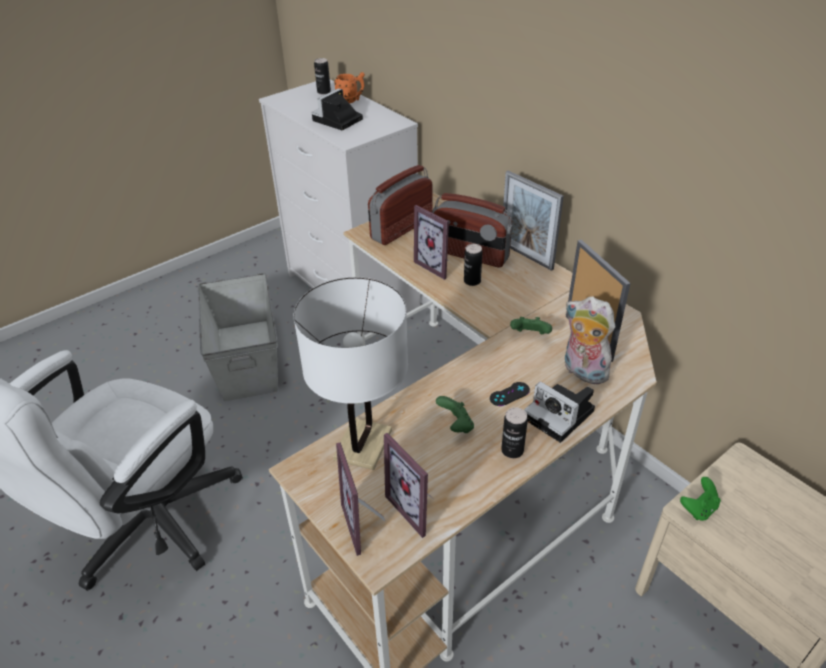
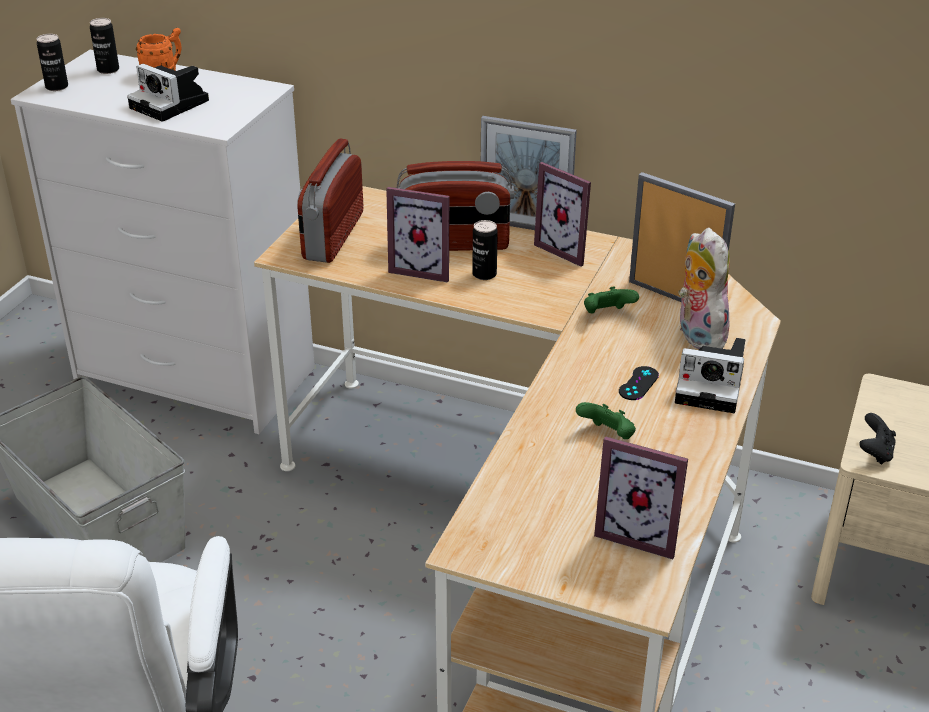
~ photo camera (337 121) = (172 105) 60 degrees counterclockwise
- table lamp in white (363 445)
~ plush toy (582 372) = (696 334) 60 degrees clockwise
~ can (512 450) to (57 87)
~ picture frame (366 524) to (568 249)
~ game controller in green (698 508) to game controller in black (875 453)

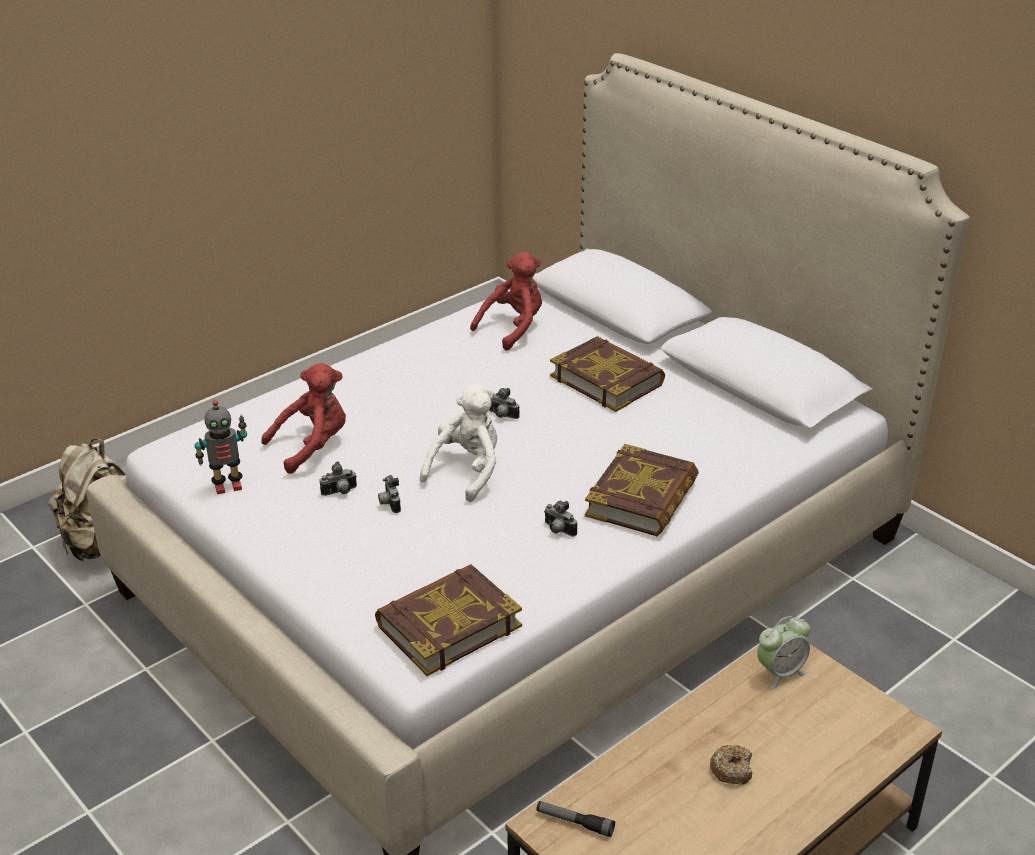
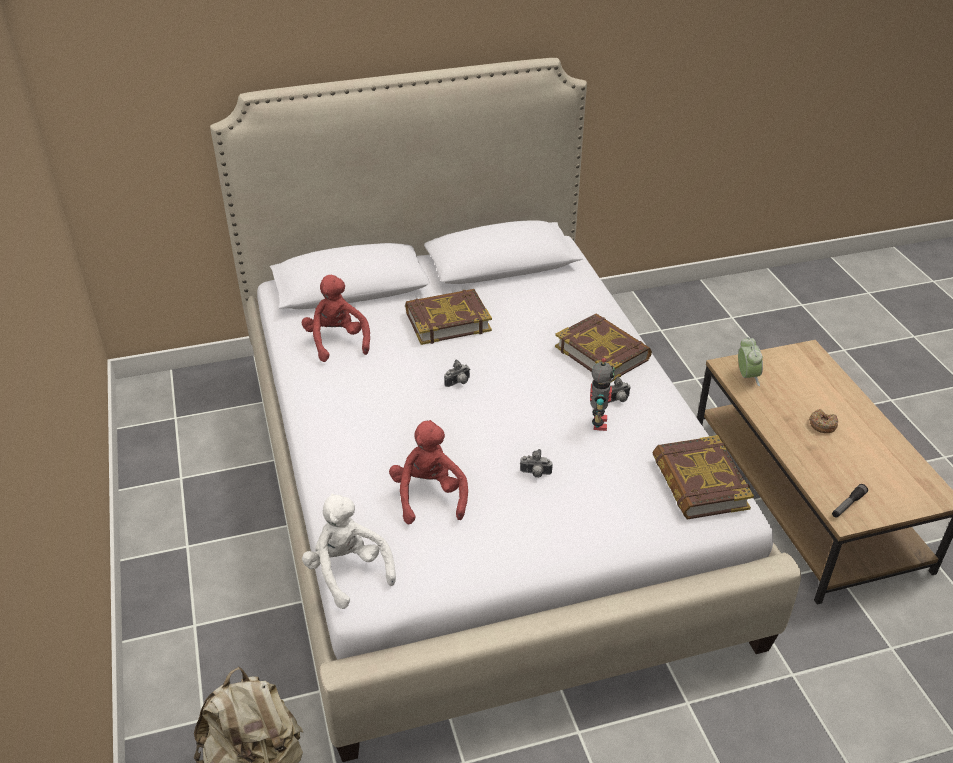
~ plush toy in white (467 471) to (348 571)
~ toy robot (228 486) to (598 423)
- photo camera (340 492)

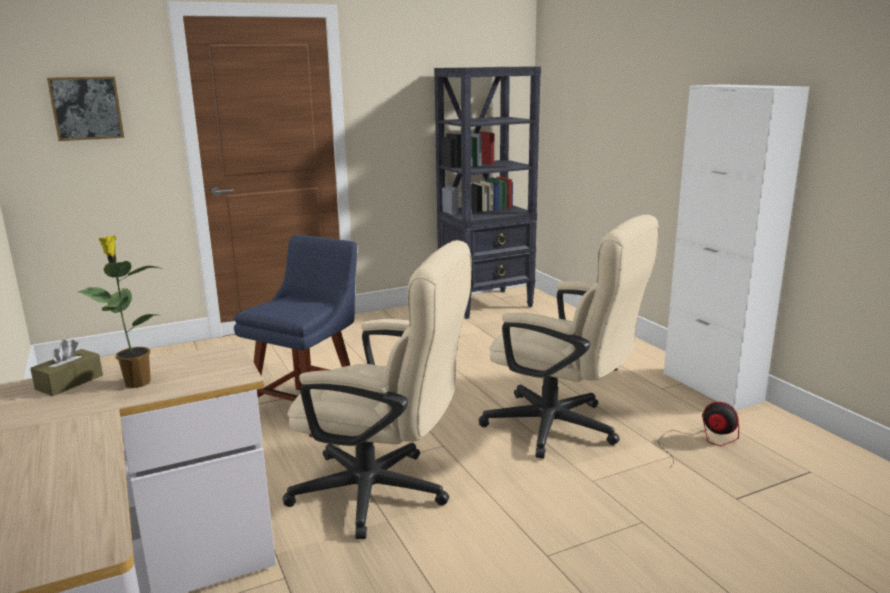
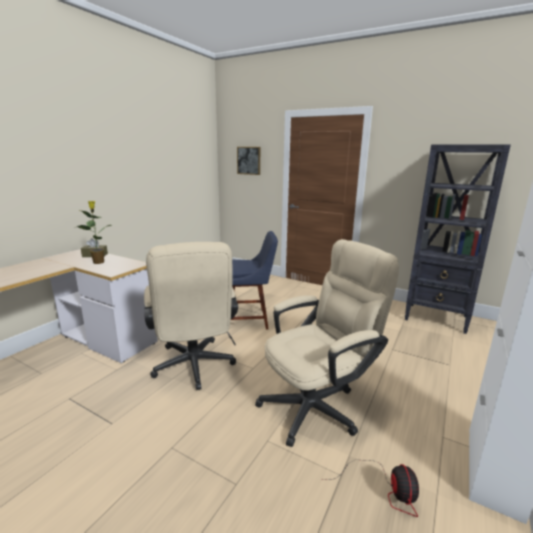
~ office chair in beige (563 429) = (318 405) 120 degrees counterclockwise

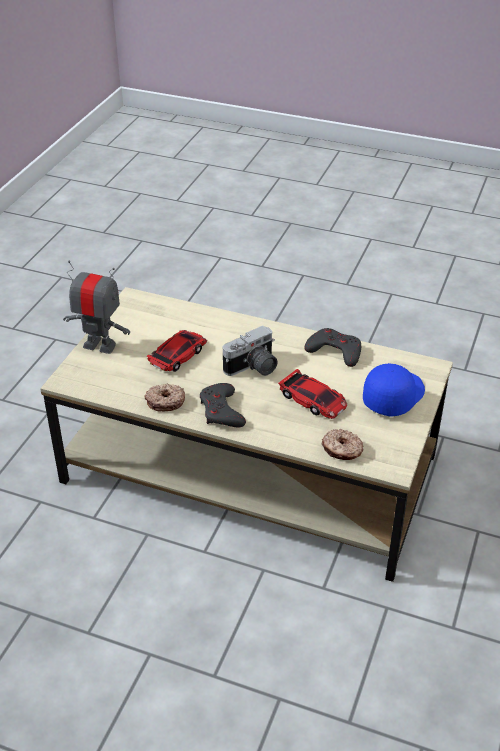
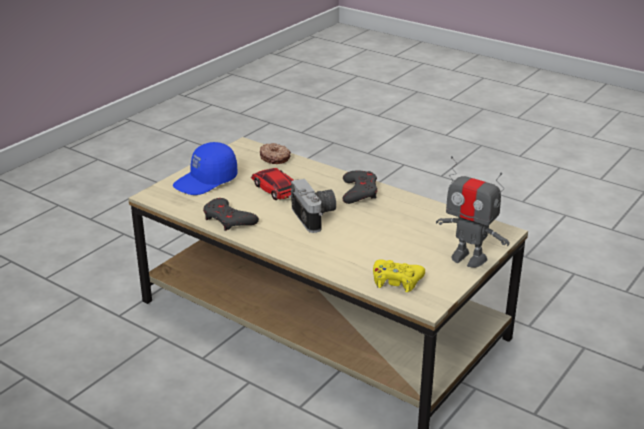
~ photo camera (253 368) = (316 217) 90 degrees clockwise
- toy car (178 354)
- donut (165 401)
+ game controller in yellow (396 281)

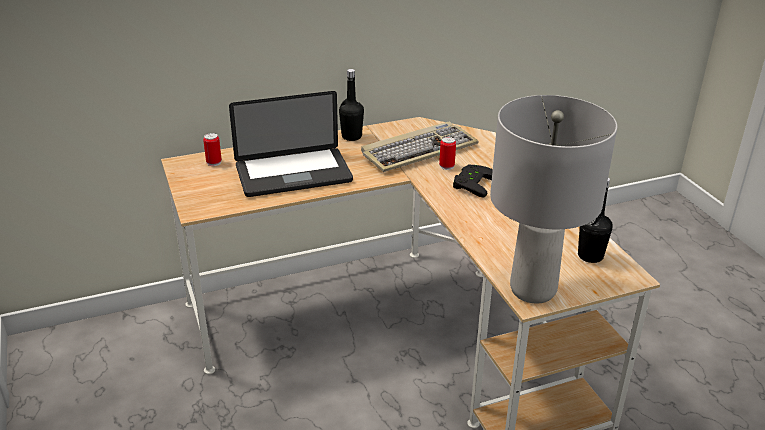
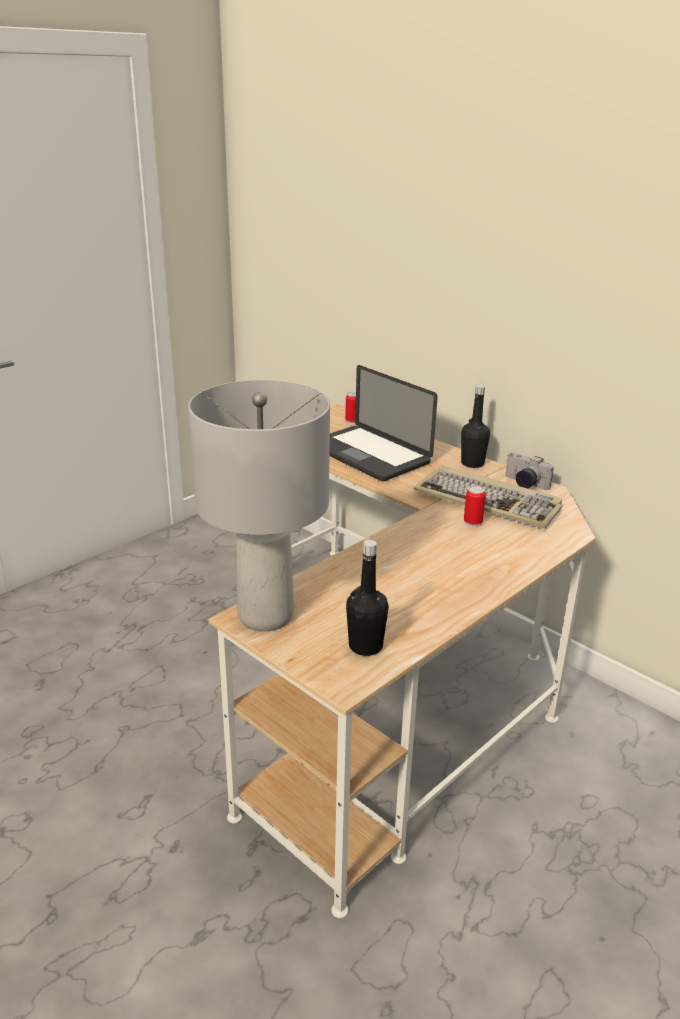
- game controller in black (472 183)
+ photo camera (523 484)

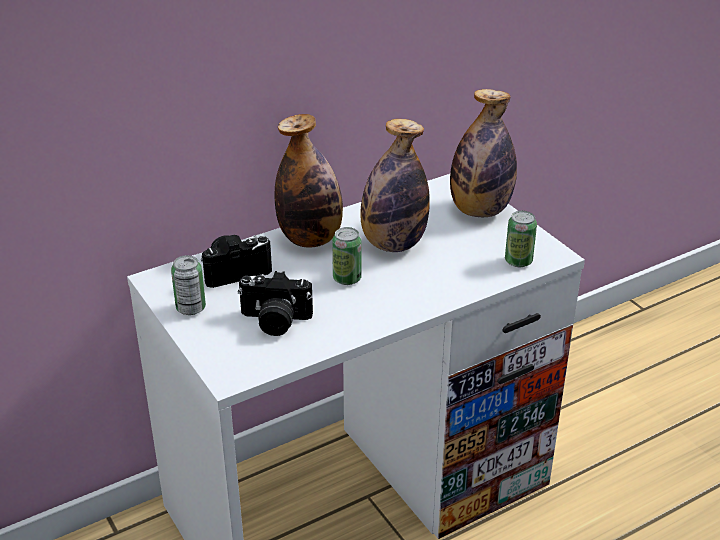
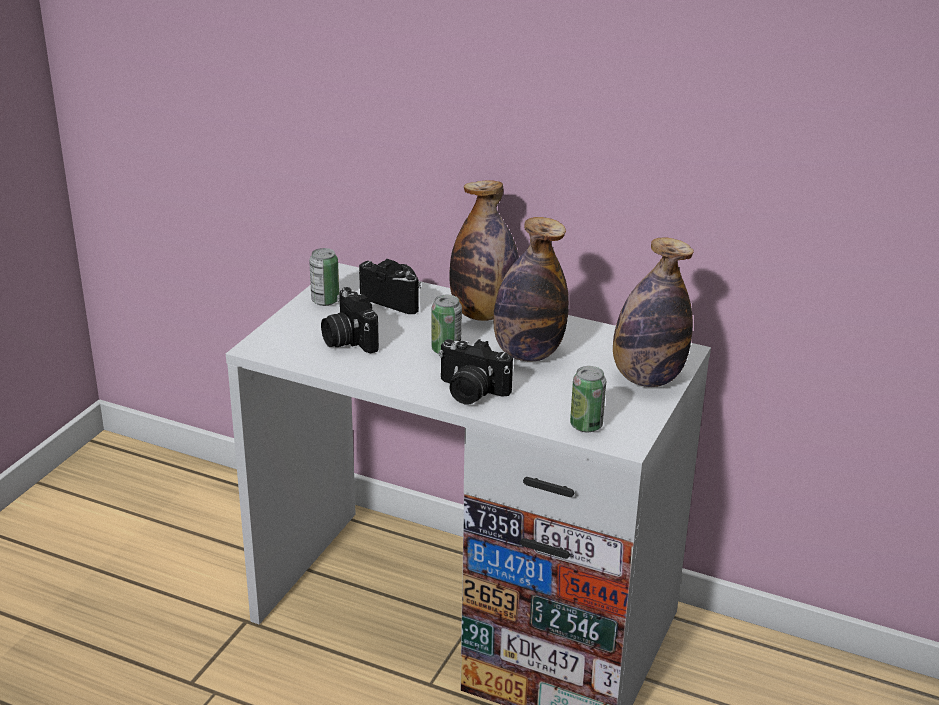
+ photo camera (470 392)

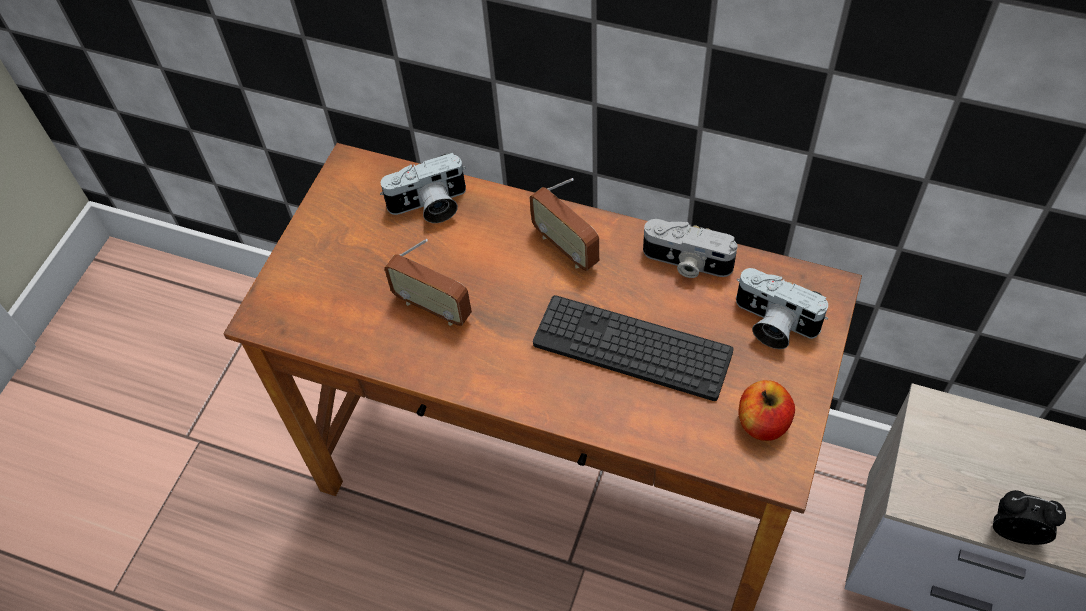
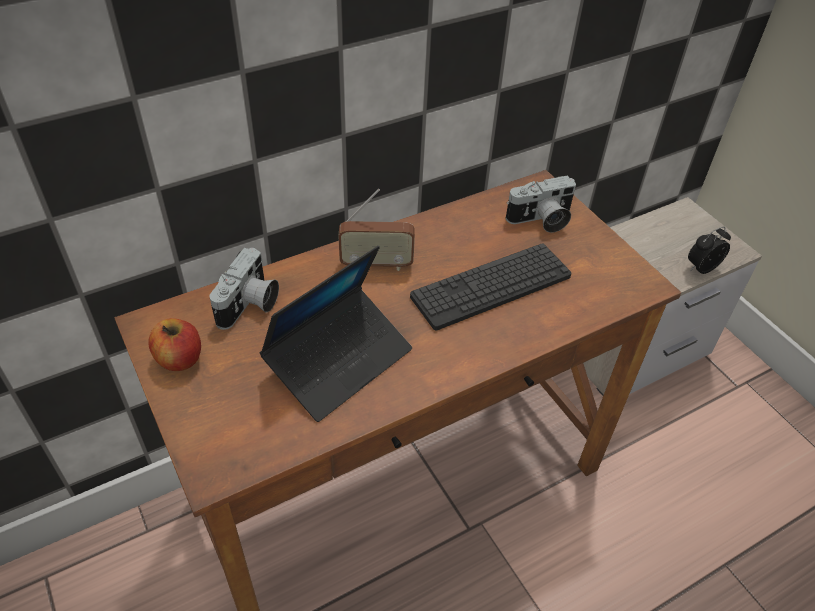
- photo camera (686 263)
~ radio (433 307) to laptop (339 361)
~ apple (763 422) to (180 359)

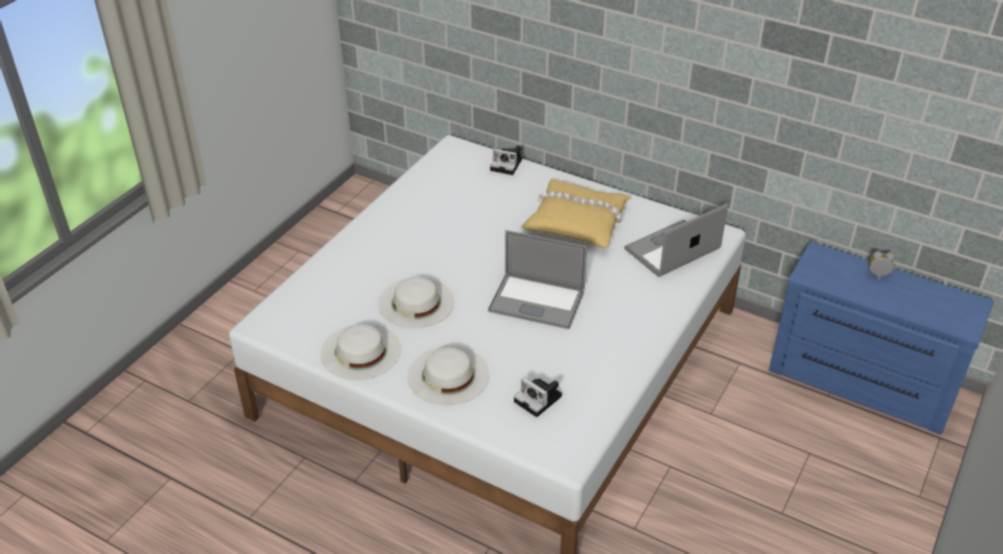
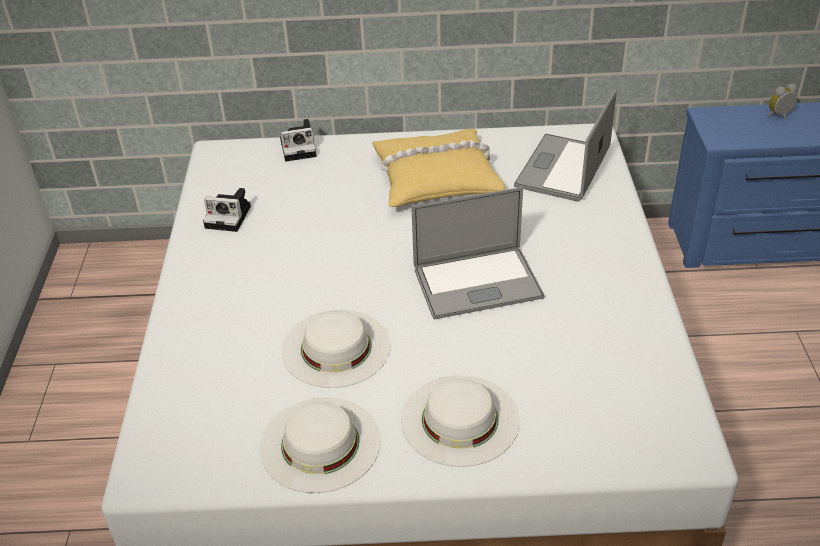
~ photo camera (539 399) to (230 217)

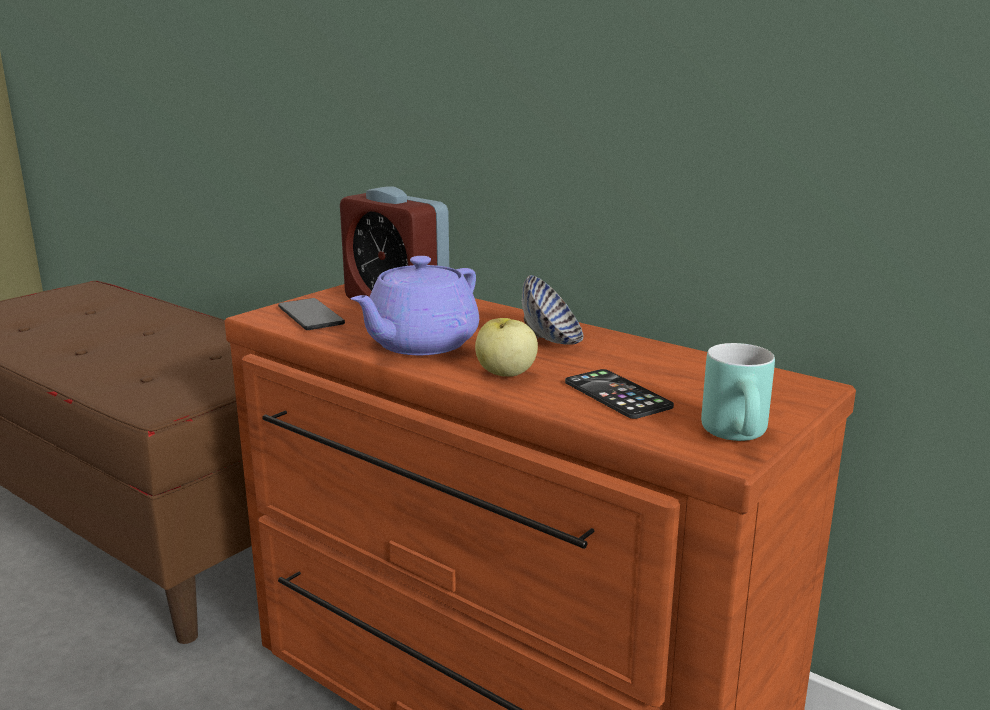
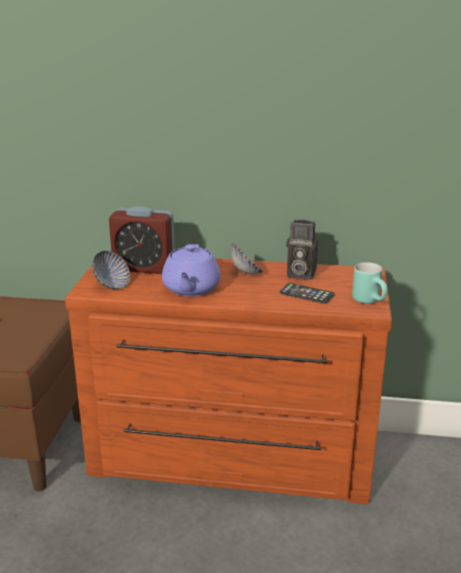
~ phone (311 316) to bowl (112 285)
- apple (505 374)
+ photo camera (299 274)

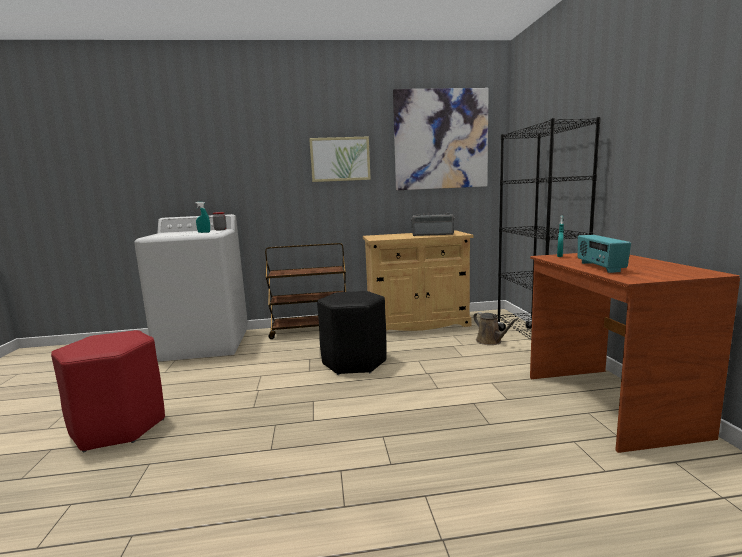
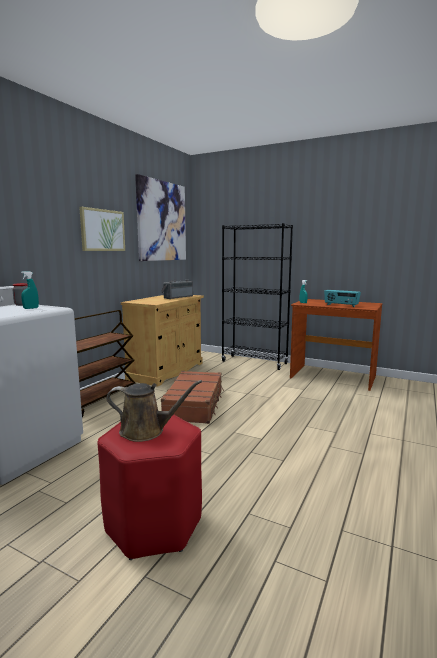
~ stool in black (354 362) to suitcase in brown (195 405)
~ watering can in brown (490 341) to (146 431)

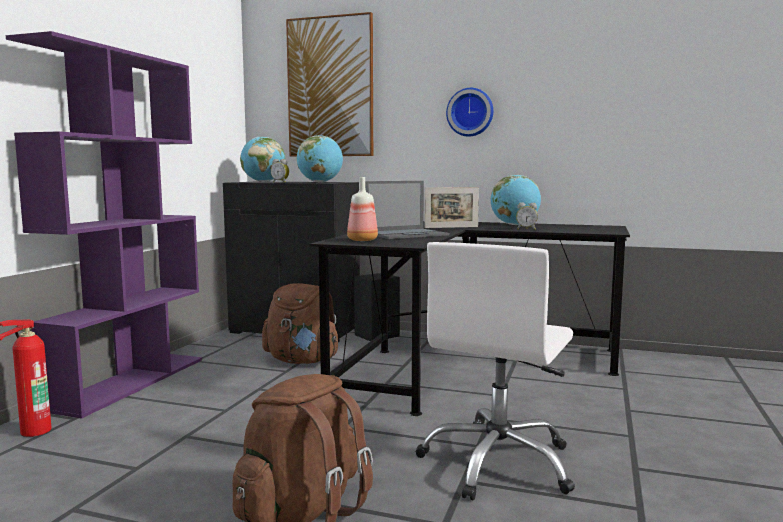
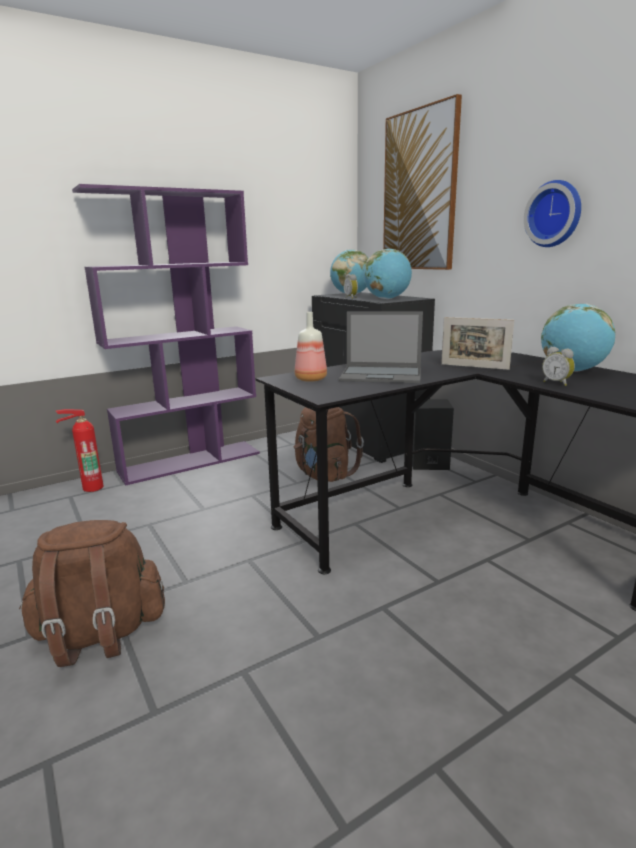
- office chair in white (498 463)

